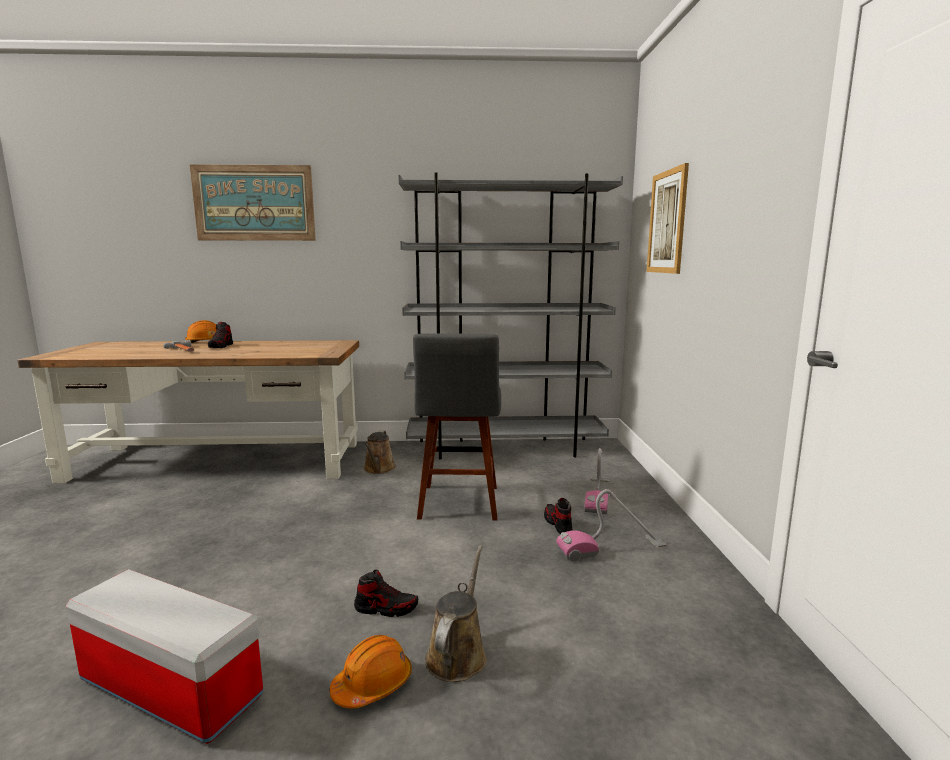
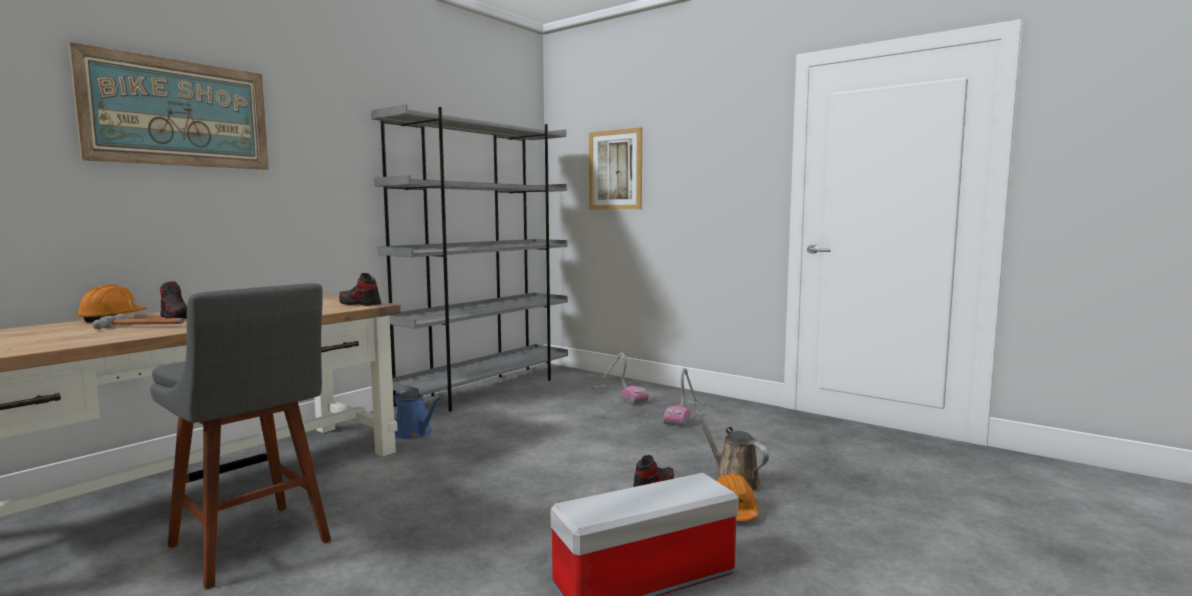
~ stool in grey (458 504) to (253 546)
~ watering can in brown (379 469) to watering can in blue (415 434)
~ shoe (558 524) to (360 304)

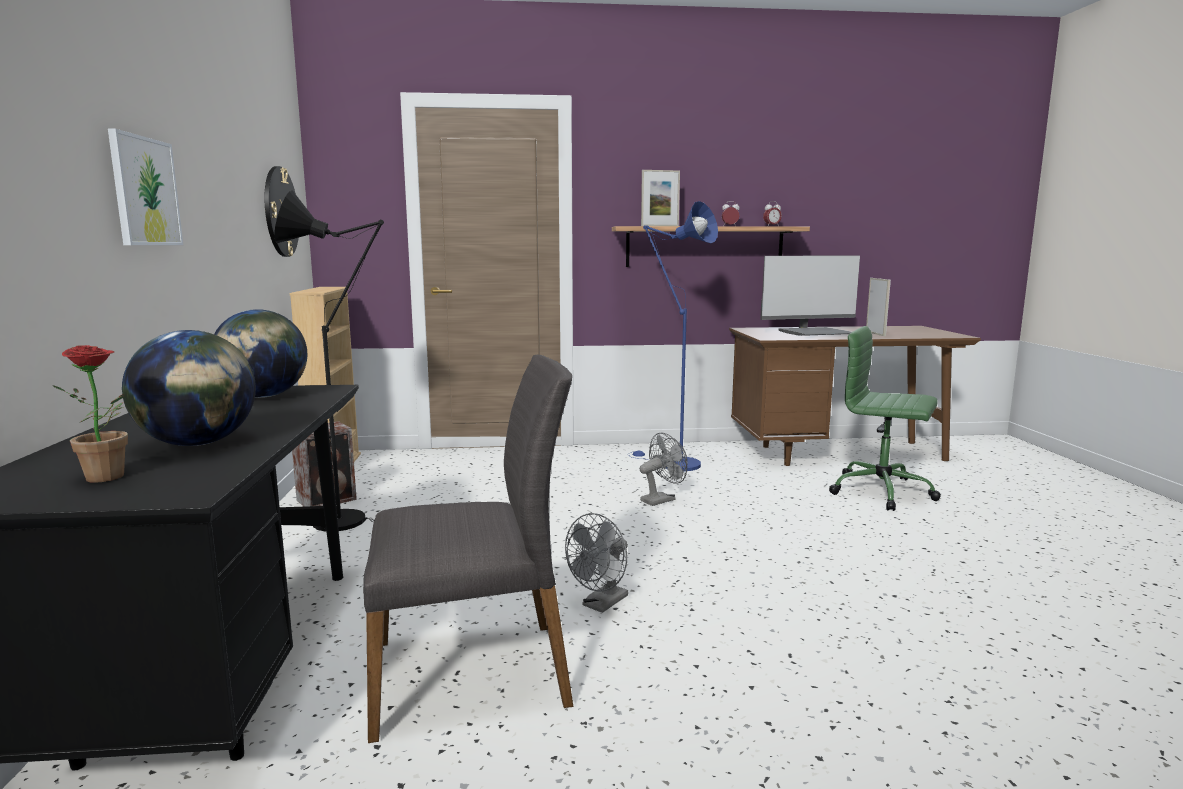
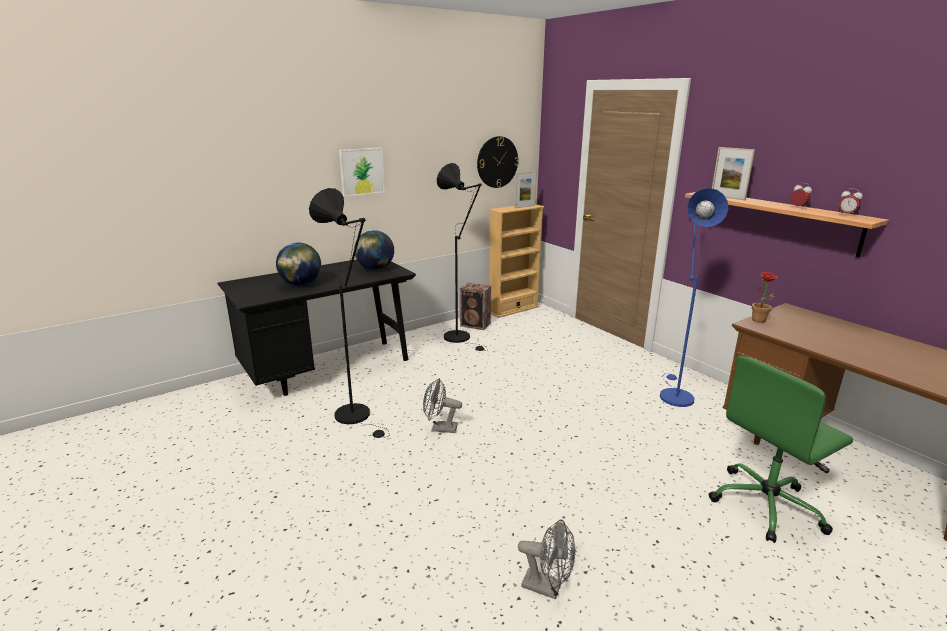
- monitor (814 333)
~ picture frame (875 333) to (524 207)
~ office chair in green (883 491) = (767 505) 120 degrees counterclockwise
~ potted plant (111 477) to (760 321)
~ chair in grey (472 673) to floor lamp in black (357 417)
~ fan in grey (661 499) to (547 587)

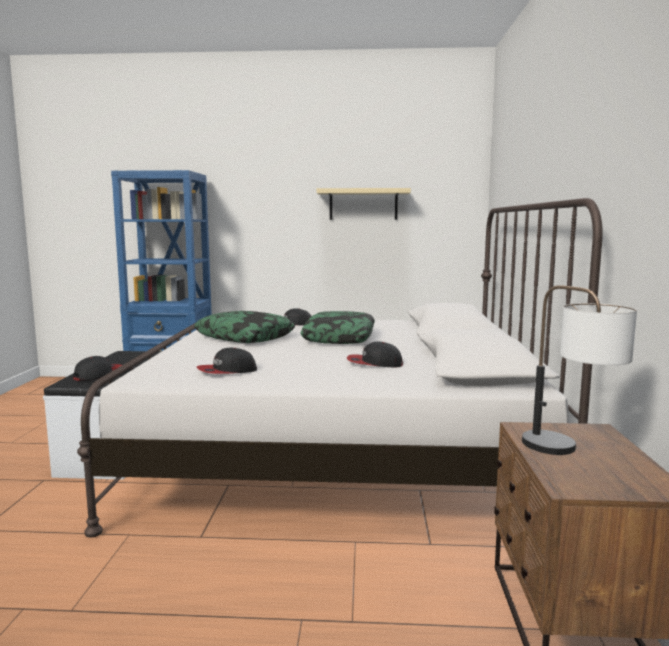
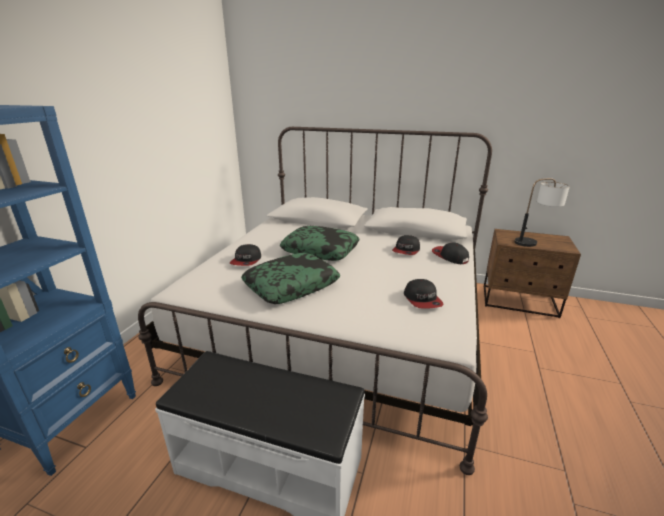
- shelf in beige (363 204)
~ cap (99 374) to (449 256)

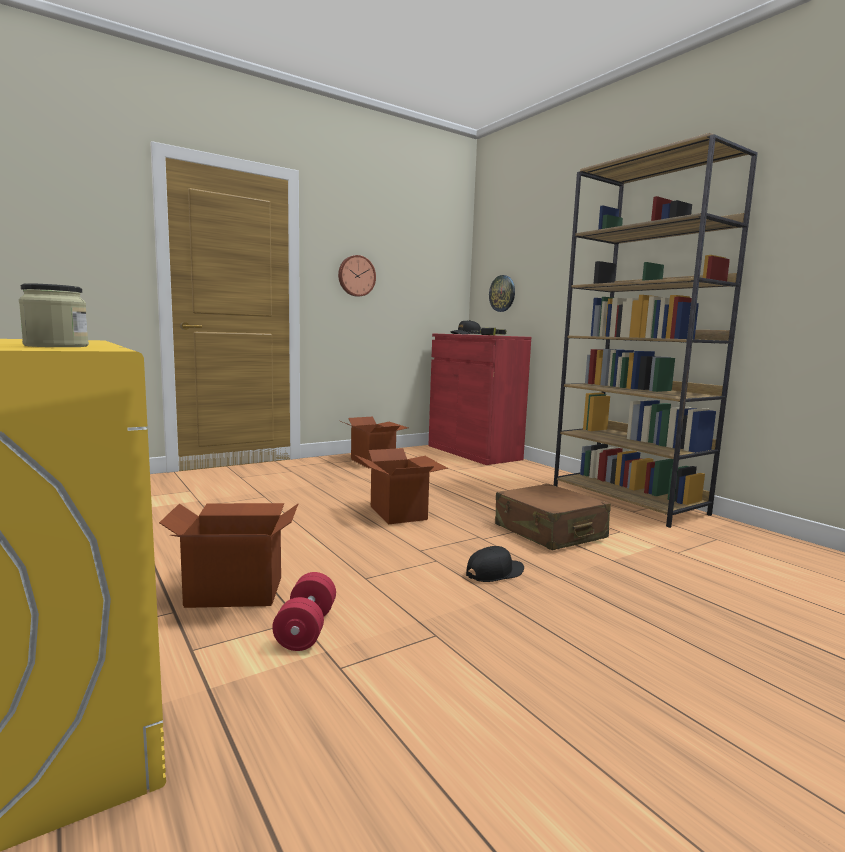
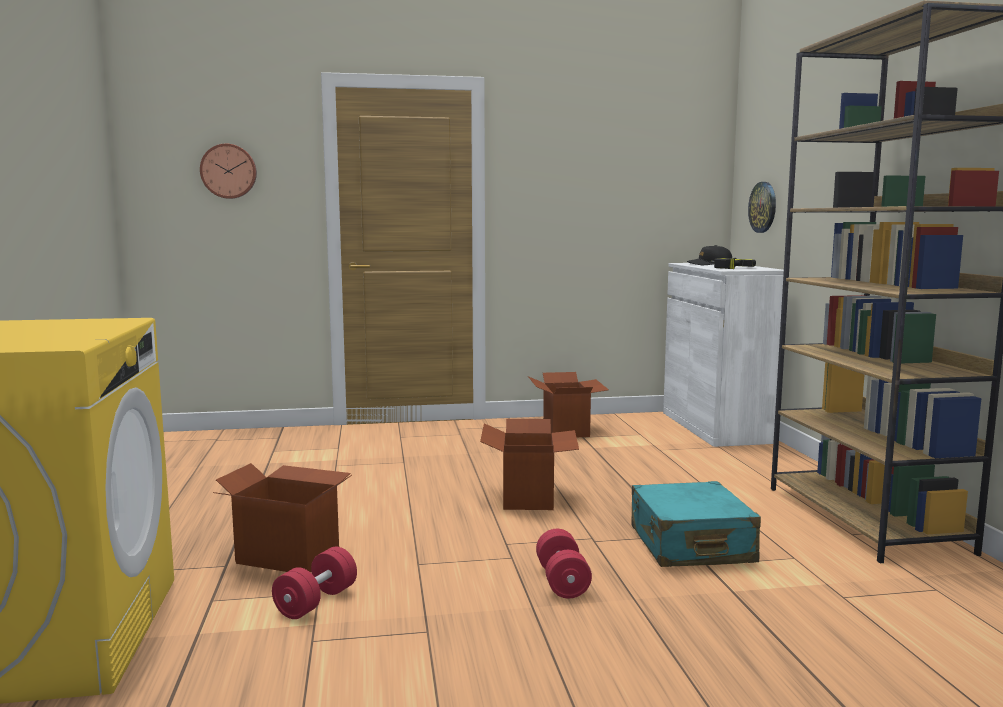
~ wall clock (356 276) to (229 171)
- jar (56 346)
~ cabinet in red (473 452) to cabinet in white (716 427)
~ suitcase in brown (549 532) to suitcase in turquoise (690 545)
~ cap in black (495 573) to dumbbell in red (562 581)

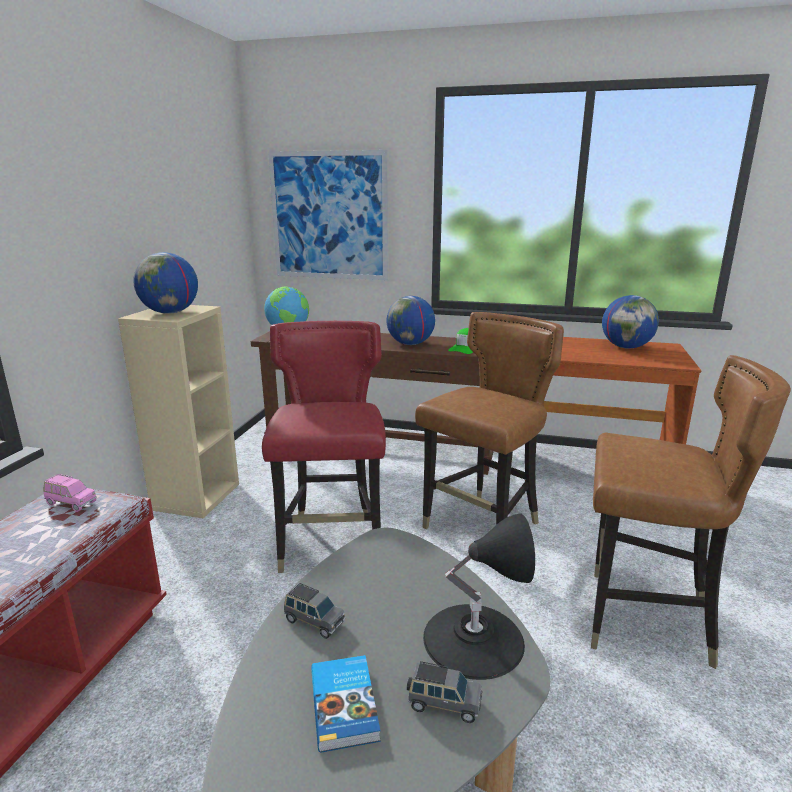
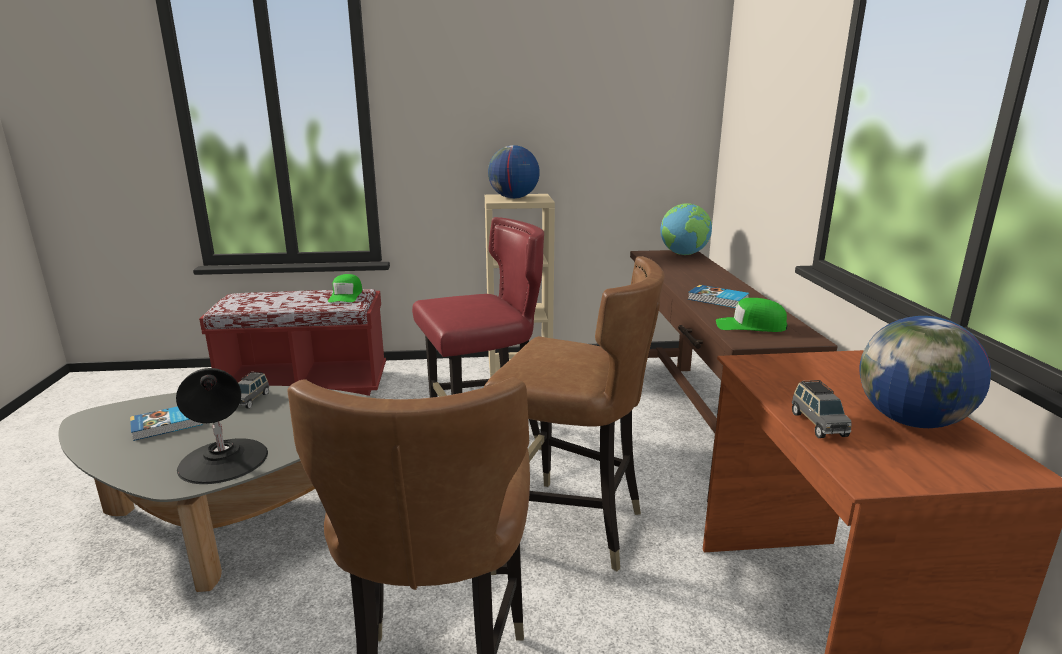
- picture (329 216)
~ globe (410 344) to book (718 300)
~ toy car in pink (71 503) to cap in green (346 295)
~ toy car in grey (443 704) to (817 424)

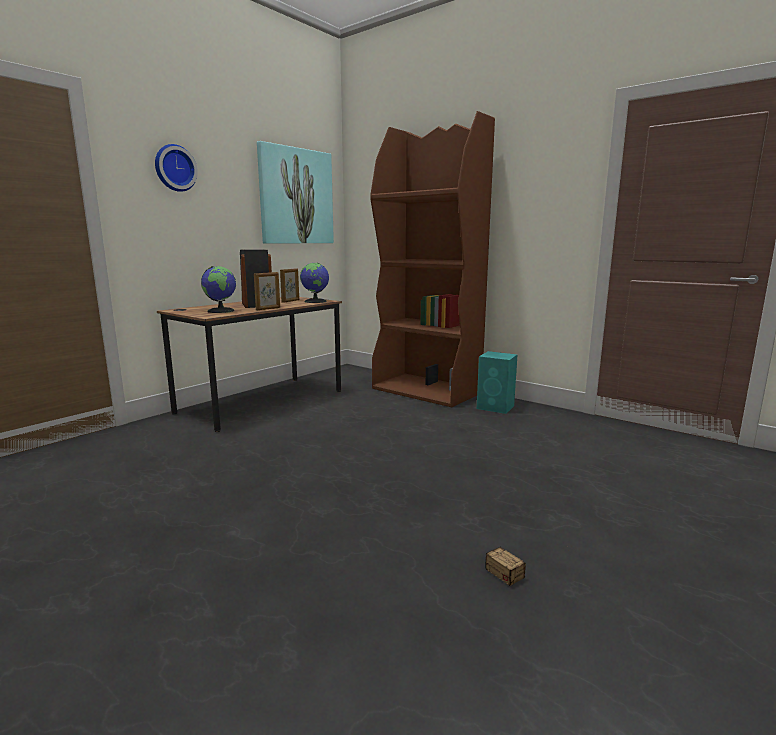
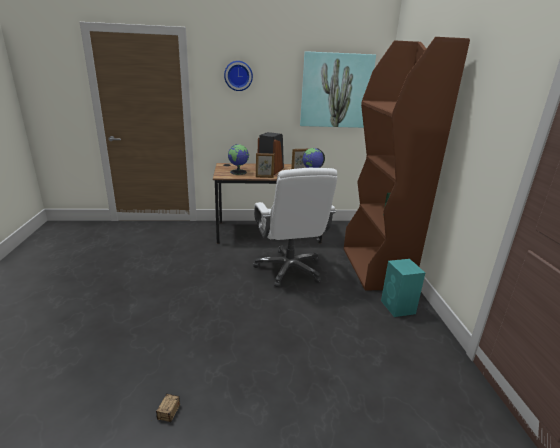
+ office chair in white (289 269)

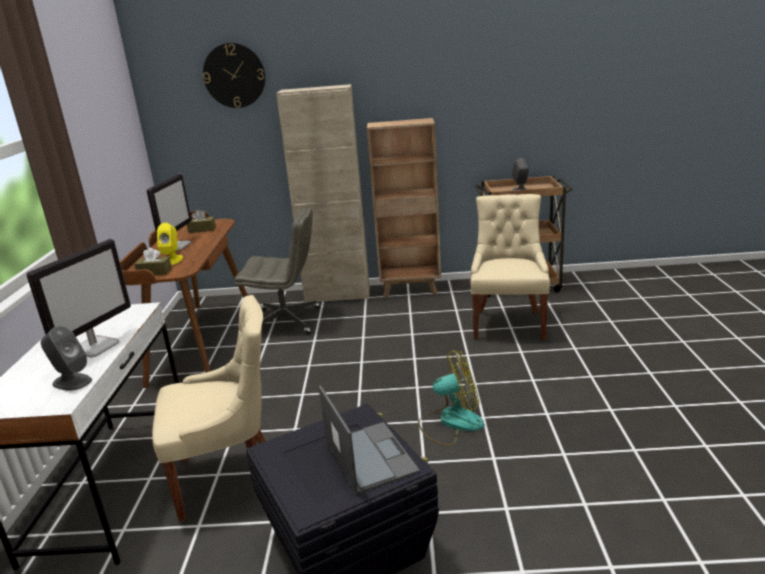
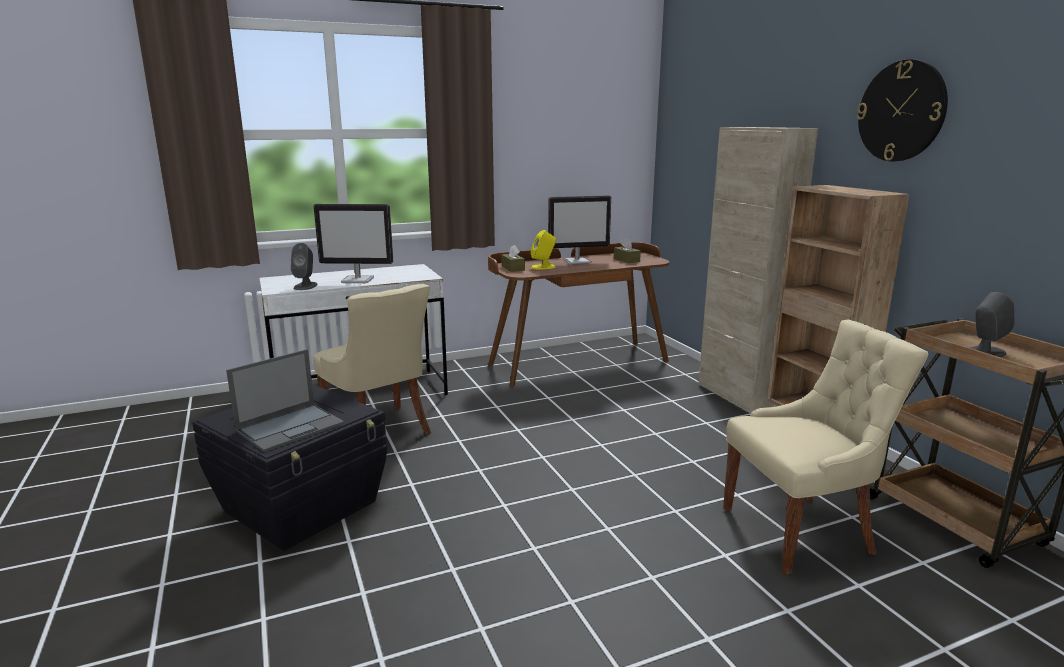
~ wall clock (234 75) to (901 111)
- office chair in grey (286 321)
- fan (450 422)

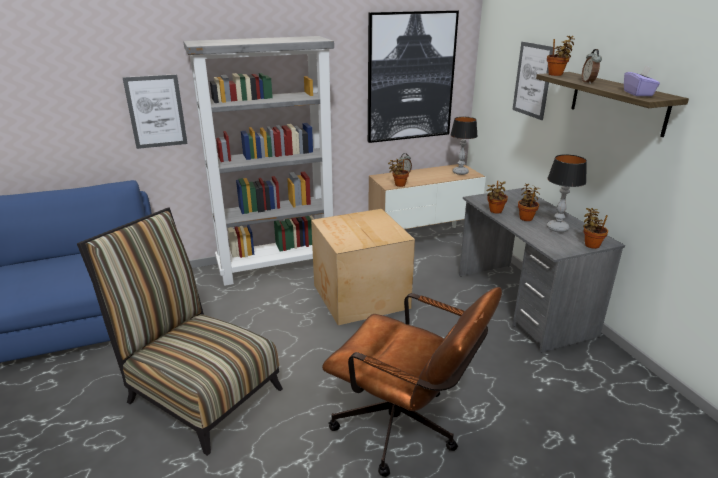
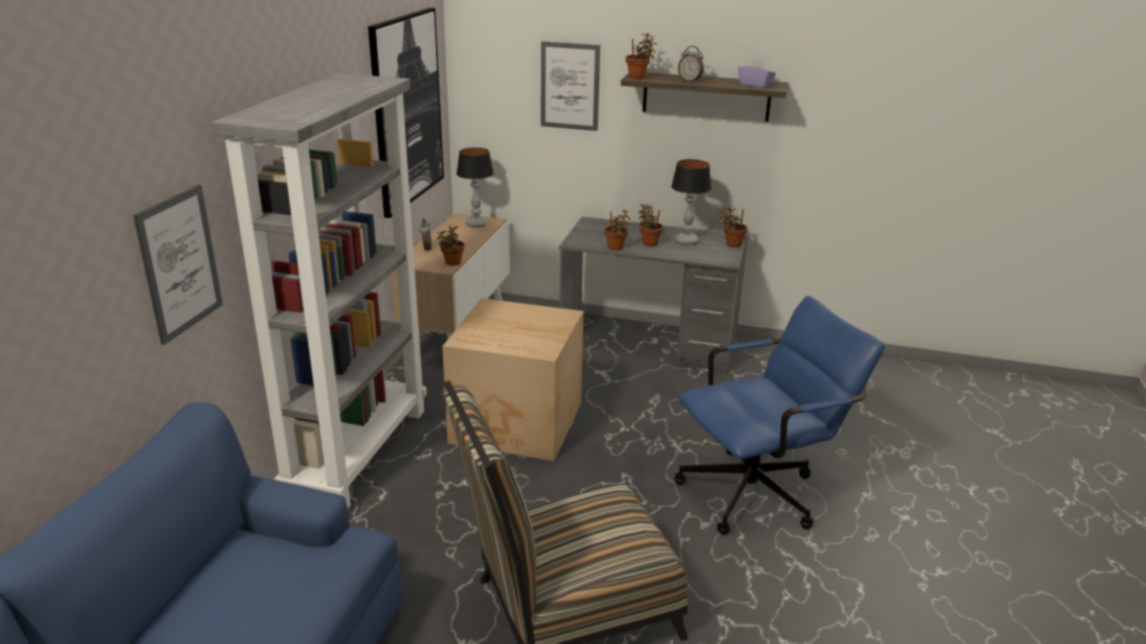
~ office chair in brown (405 430) to office chair in blue (760 491)

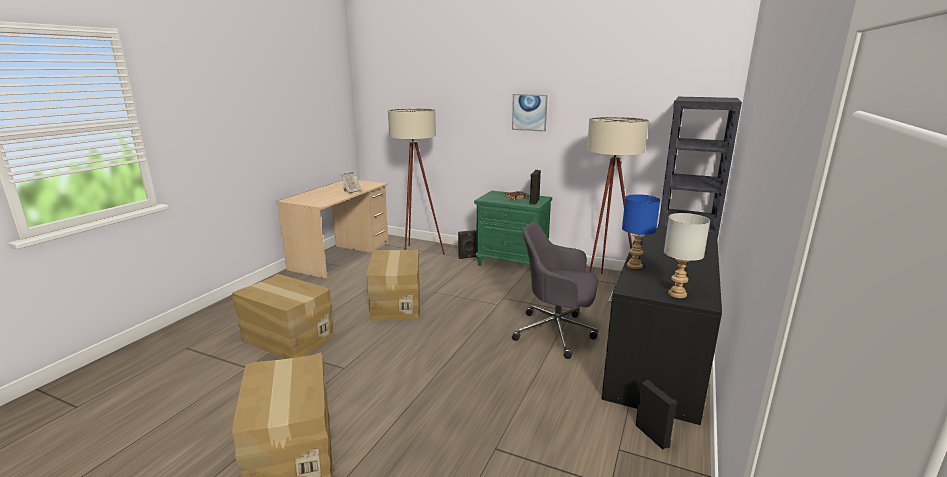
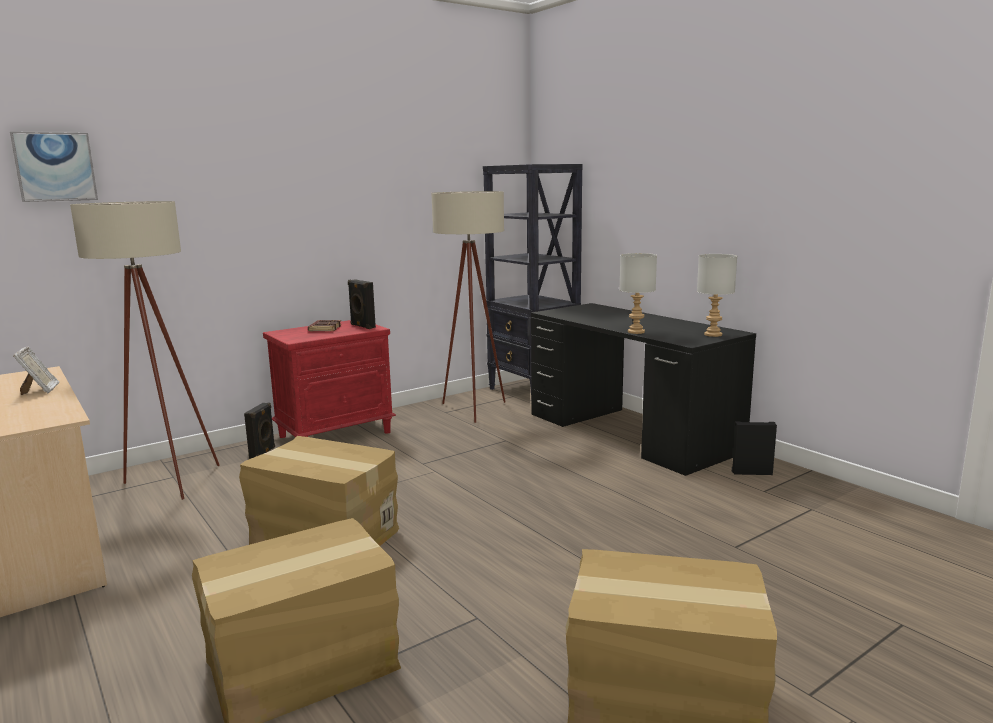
~ picture (529 112) to (55 167)
~ nightstand in green (512 263) to nightstand in red (336 434)
~ table lamp in blue (635 265) to table lamp in grey (636 331)
- office chair in grey (557 333)

